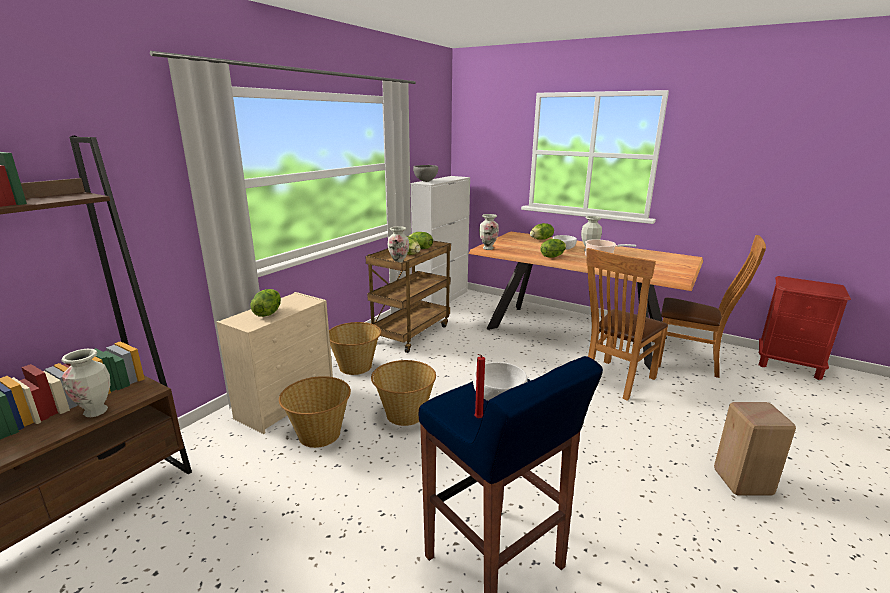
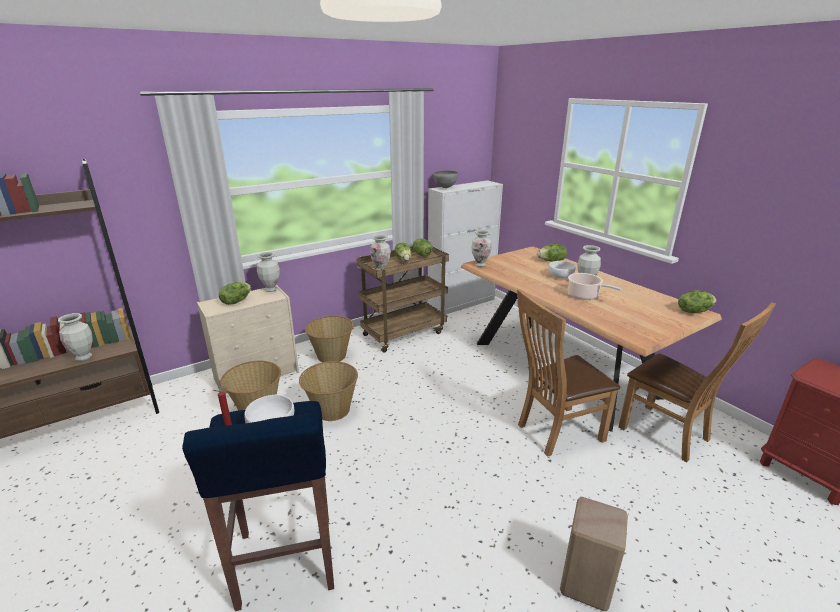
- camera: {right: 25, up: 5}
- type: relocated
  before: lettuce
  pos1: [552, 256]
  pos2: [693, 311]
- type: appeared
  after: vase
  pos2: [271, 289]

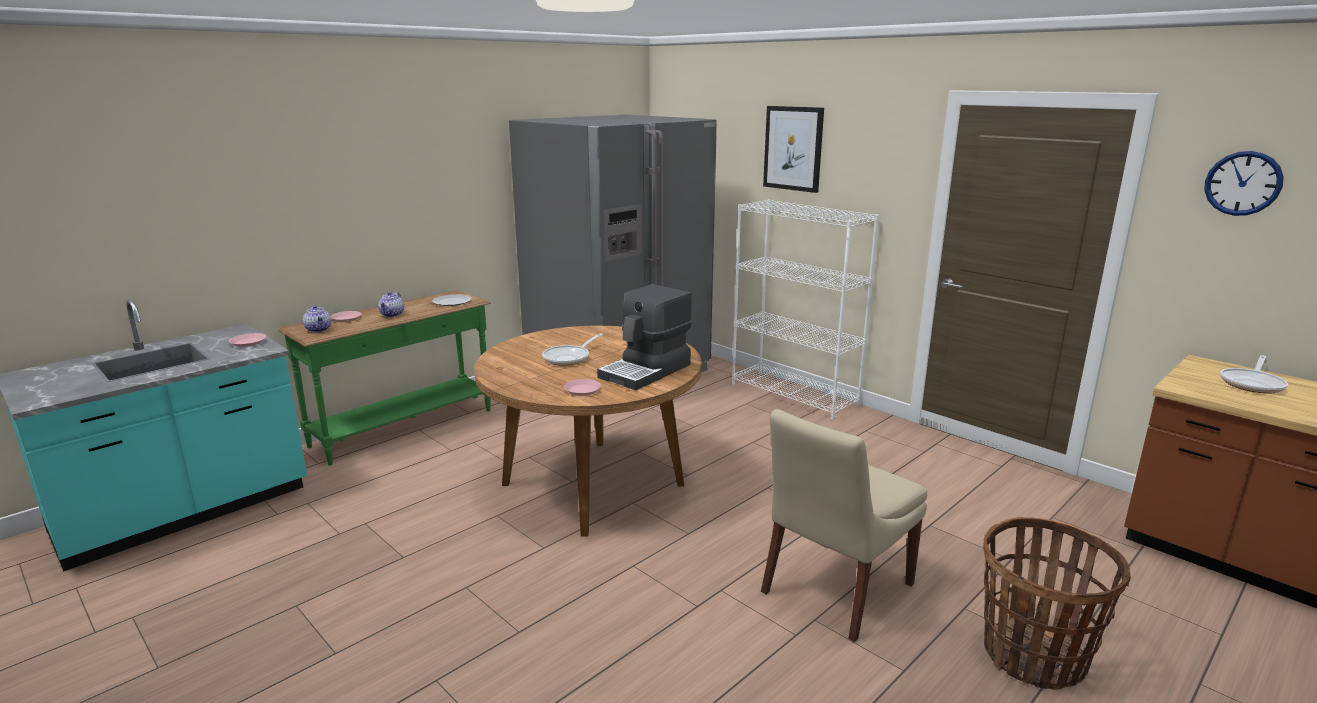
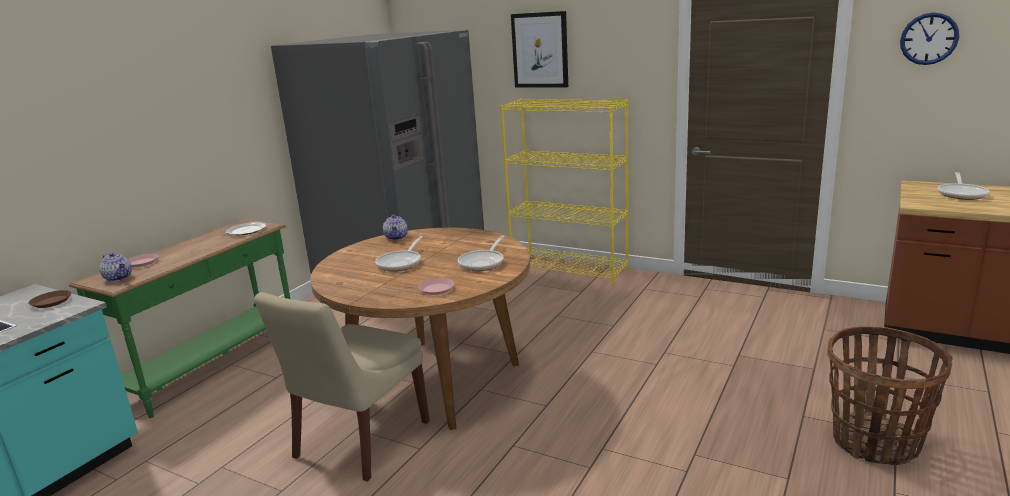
- camera: {right: -15, up: 0}
- type: colour
  before: white bookcase
  after: yellow bookcase
  pos1: [794, 395]
  pos2: [569, 269]
- type: exchanged
  before: coffee machine
  after: frying pan
  pos1: [647, 371]
  pos2: [483, 263]
- type: relocated
  before: teapot
  pos1: [392, 314]
  pos2: [396, 237]
- type: colour
  before: pink plate
  after: brown plate
  pos1: [248, 342]
  pos2: [51, 302]
- type: relocated
  before: beige chair
  pos1: [834, 591]
  pos2: [359, 442]

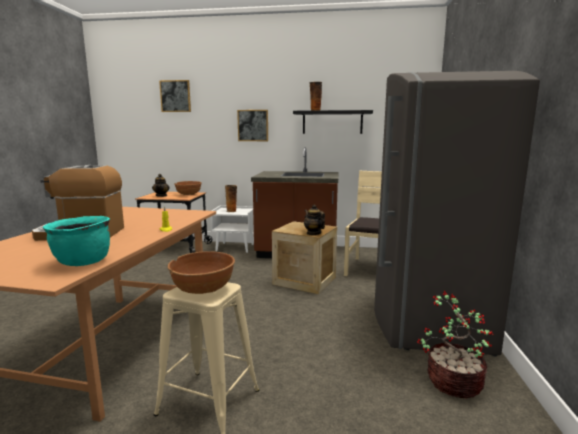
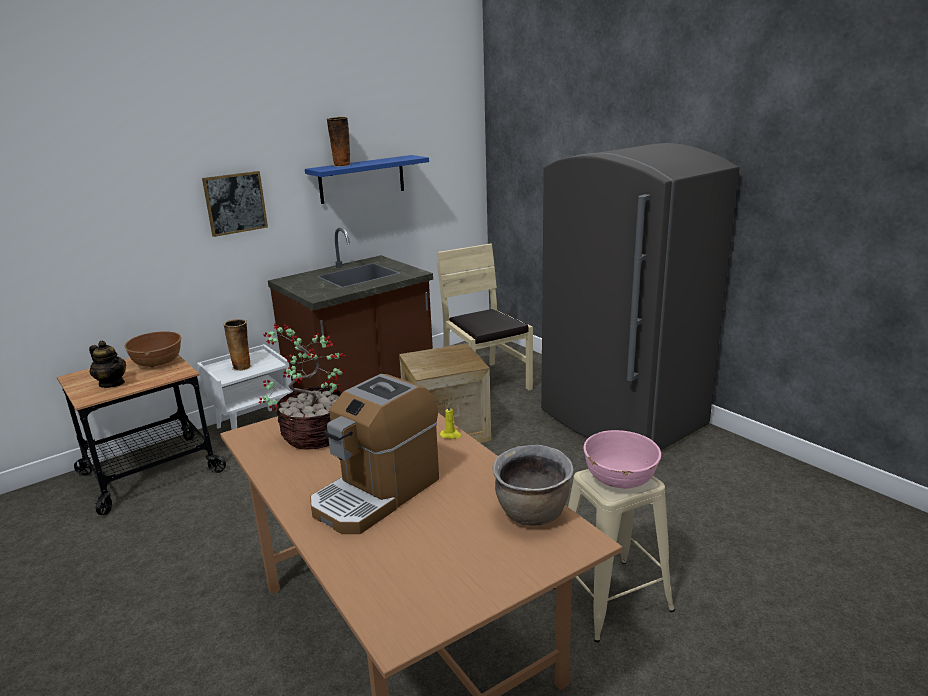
- camera: {right: -45, up: 10}
- type: missing
  before: picture
  pos1: [175, 96]
- type: colour
  before: black shelf
  after: blue shelf
  pos1: [332, 122]
  pos2: [362, 179]
- type: missing
  before: teapot
  pos1: [313, 233]
- type: colour
  before: turquoise cooking pot
  after: brown cooking pot
  pos1: [82, 262]
  pos2: [532, 514]
- type: colour
  before: brown bowl
  after: pink bowl
  pos1: [203, 289]
  pos2: [620, 479]
- type: relocated
  before: potted plant
  pos1: [452, 382]
  pos2: [313, 435]

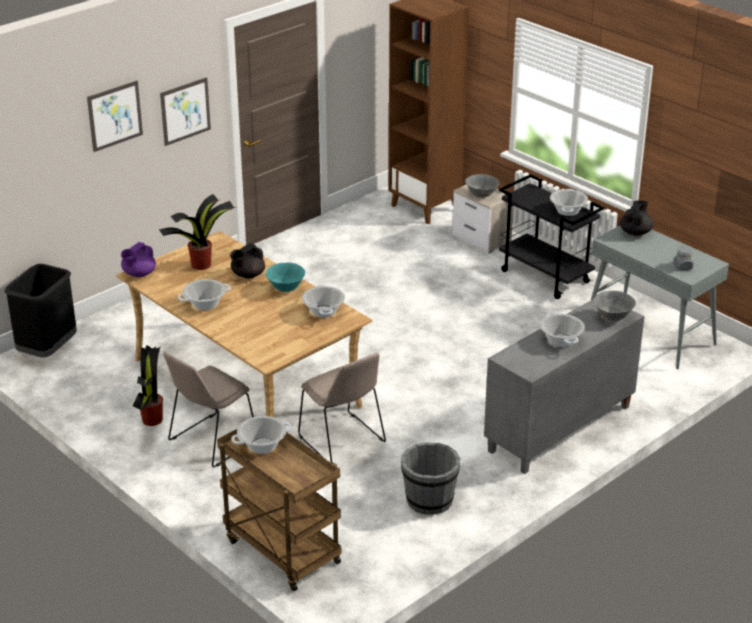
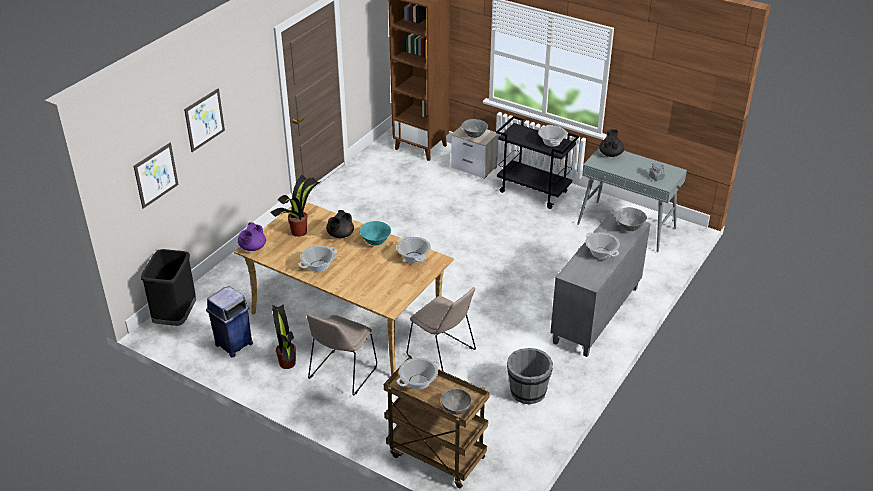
- camera: {right: -15, up: 5}
- type: relocated
  before: picture
  pos1: [185, 111]
  pos2: [156, 175]
- type: appeared
  after: blue trash can
  pos2: [233, 344]
- type: appeared
  after: grey bowl
  pos2: [456, 408]

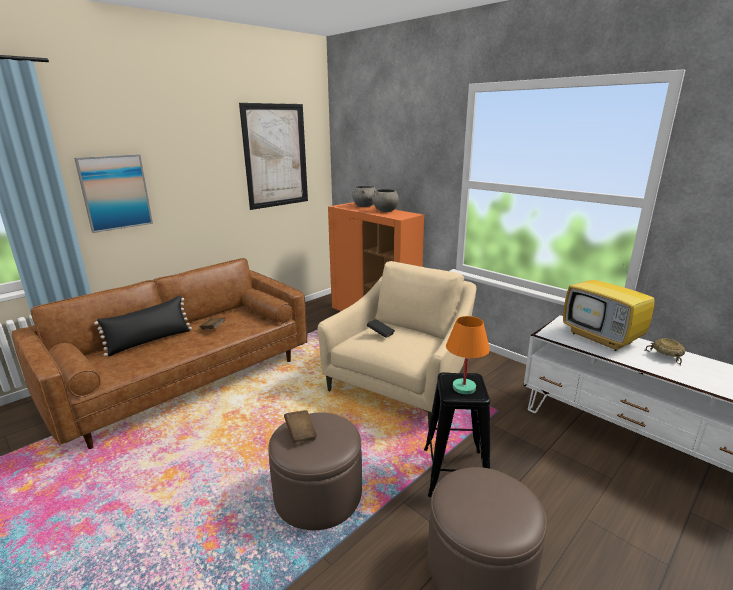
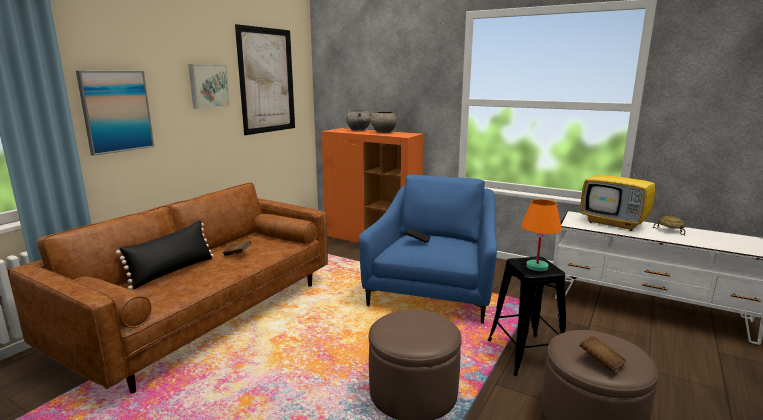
- camera: {right: -15, up: -5}
- type: colour
  before: beige armchair
  after: blue armchair
  pos1: [402, 383]
  pos2: [434, 291]
- type: relocated
  before: brown book
  pos1: [301, 434]
  pos2: [601, 363]
- type: appeared
  after: picture
  pos2: [208, 86]

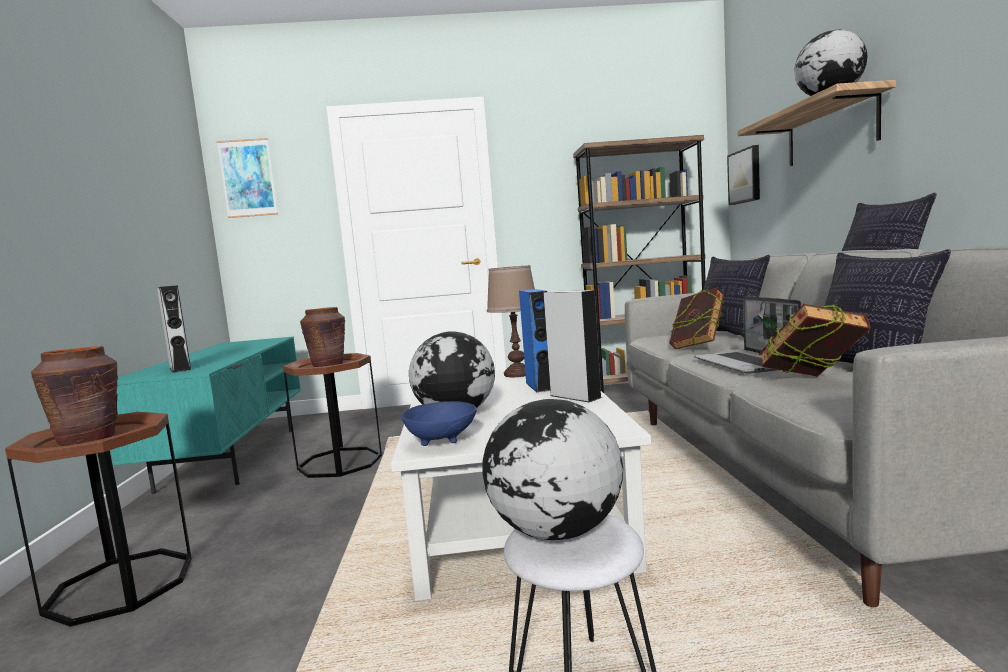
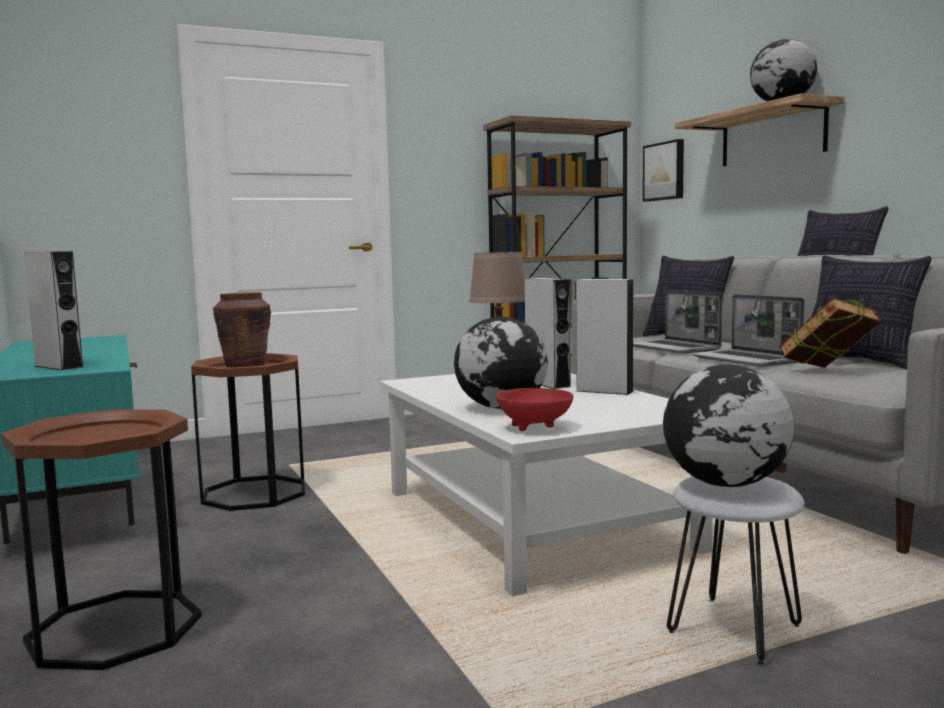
- camera: {right: -20, up: 0}
- type: missing
  before: picture
  pos1: [248, 178]
- type: exchanged
  before: book
  after: laptop
  pos1: [697, 347]
  pos2: [674, 348]
- type: colour
  before: blue speaker
  after: grey speaker
  pos1: [539, 386]
  pos2: [547, 384]
- type: missing
  before: brown vase
  pos1: [88, 439]
- type: colour
  before: blue bowl
  after: red bowl
  pos1: [440, 442]
  pos2: [534, 428]

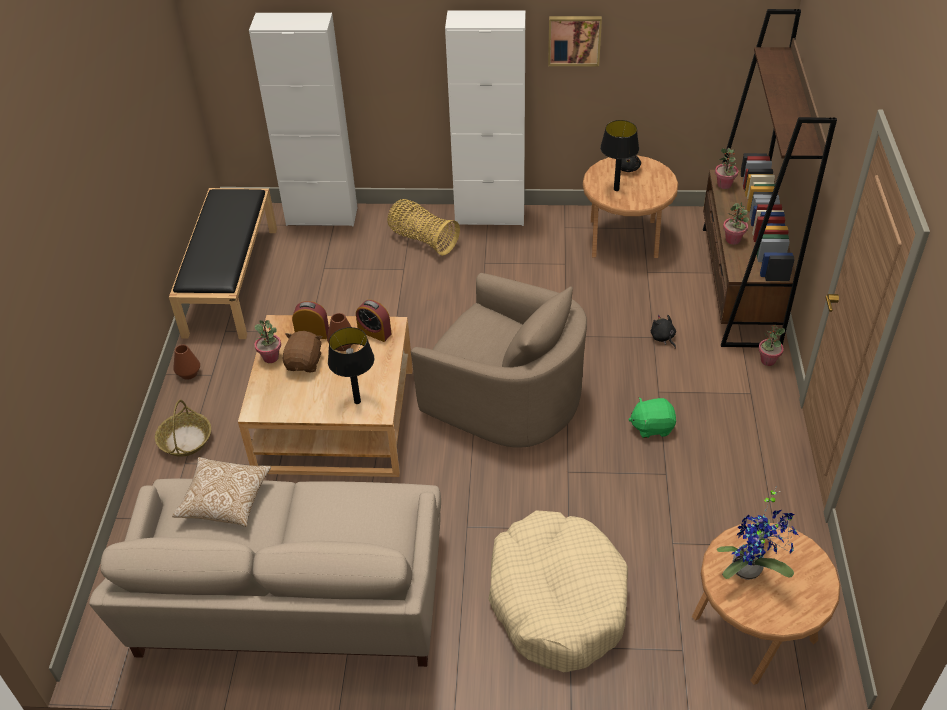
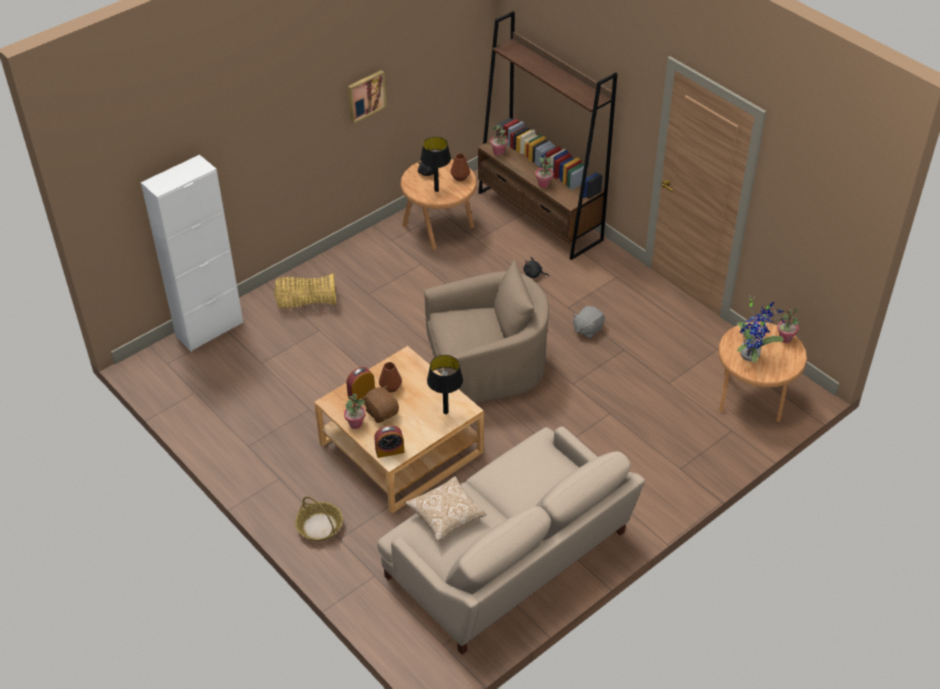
- camera: {right: -45, up: 0}
- type: missing
  before: white cabinet
  pos1: [490, 216]
- type: missing
  before: black bench
  pos1: [231, 280]
- type: relocated
  before: alarm clock
  pos1: [374, 332]
  pos2: [389, 451]
- type: relocated
  before: potted plant
  pos1: [767, 360]
  pos2: [785, 338]
- type: relocated
  before: brown vase
  pos1: [188, 373]
  pos2: [460, 177]
- type: colour
  before: green plush toy
  after: grey plush toy
  pos1: [652, 426]
  pos2: [587, 329]
- type: missing
  before: beige dog bed
  pos1: [557, 600]

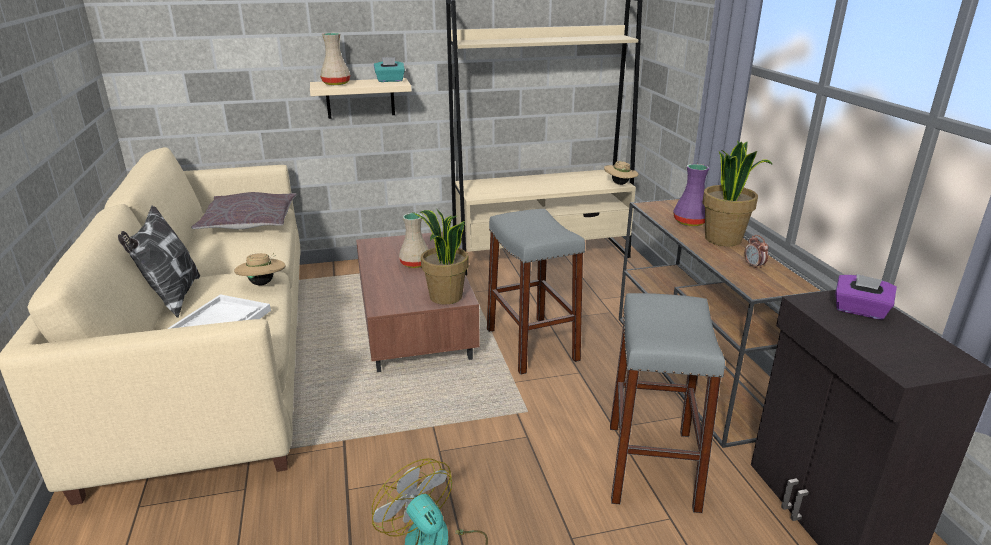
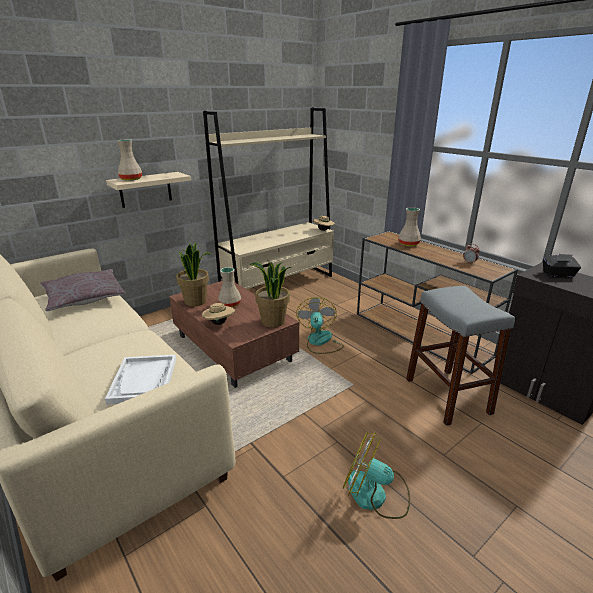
- camera: {right: -25, up: 0}
- type: missing
  before: turquoise tissue box
  pos1: [390, 80]
- type: relocated
  before: potted plant
  pos1: [724, 239]
  pos2: [196, 301]
- type: colour
  before: purple vase
  after: beige vase
  pos1: [689, 222]
  pos2: [408, 244]
- type: missing
  before: pillow
  pos1: [172, 299]
- type: exchanged
  before: grey stool
  after: fan
  pos1: [531, 344]
  pos2: [320, 342]
- type: relocated
  before: beige hat
  pos1: [263, 283]
  pos2: [219, 323]
- type: colour
  before: purple tissue box
  after: black tissue box
  pos1: [860, 310]
  pos2: [558, 274]

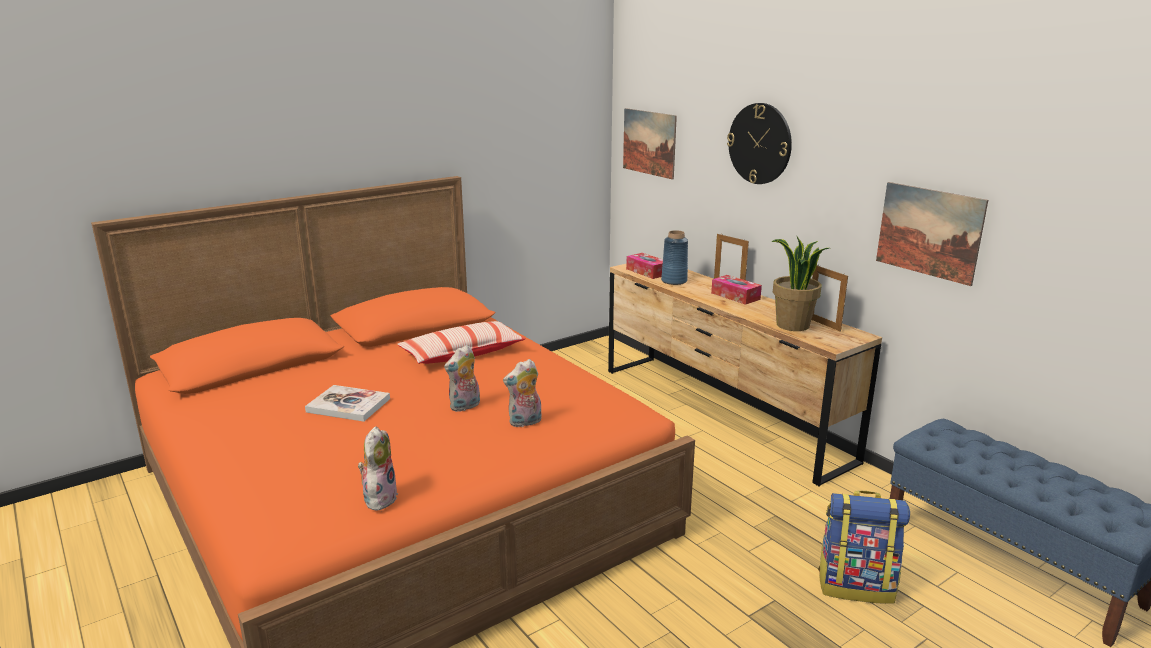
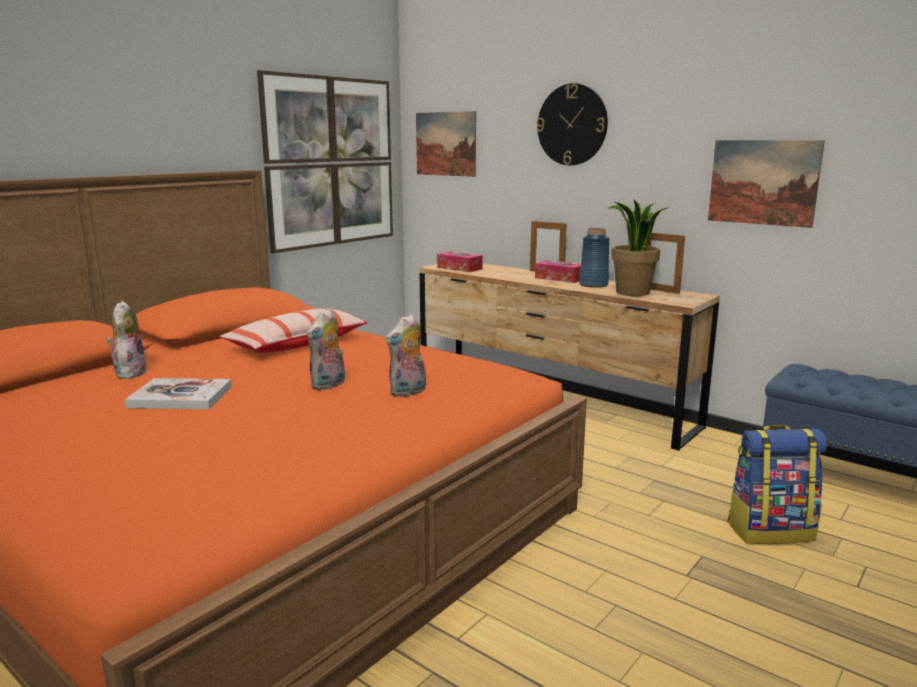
- camera: {right: -15, up: -5}
- type: relocated
  before: blue vase
  pos1: [674, 281]
  pos2: [593, 284]
- type: relocated
  before: plush toy
  pos1: [379, 498]
  pos2: [129, 372]
- type: appeared
  after: picture
  pos2: [330, 162]

